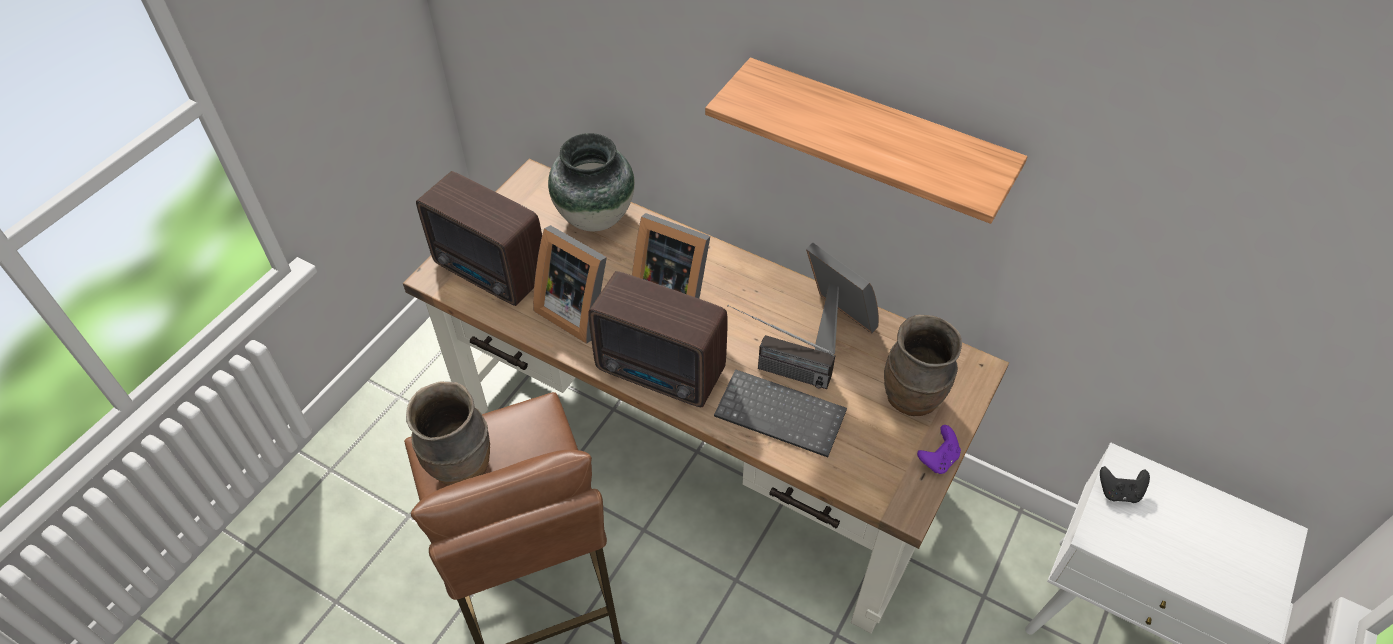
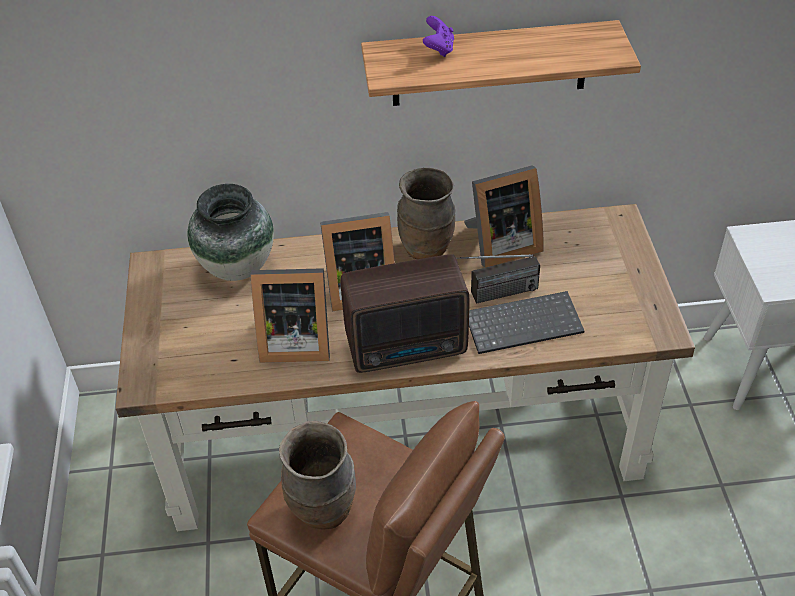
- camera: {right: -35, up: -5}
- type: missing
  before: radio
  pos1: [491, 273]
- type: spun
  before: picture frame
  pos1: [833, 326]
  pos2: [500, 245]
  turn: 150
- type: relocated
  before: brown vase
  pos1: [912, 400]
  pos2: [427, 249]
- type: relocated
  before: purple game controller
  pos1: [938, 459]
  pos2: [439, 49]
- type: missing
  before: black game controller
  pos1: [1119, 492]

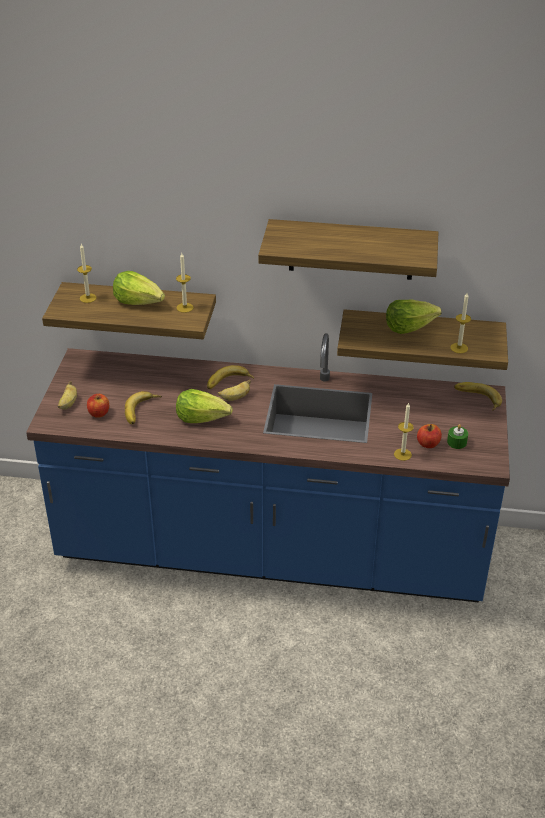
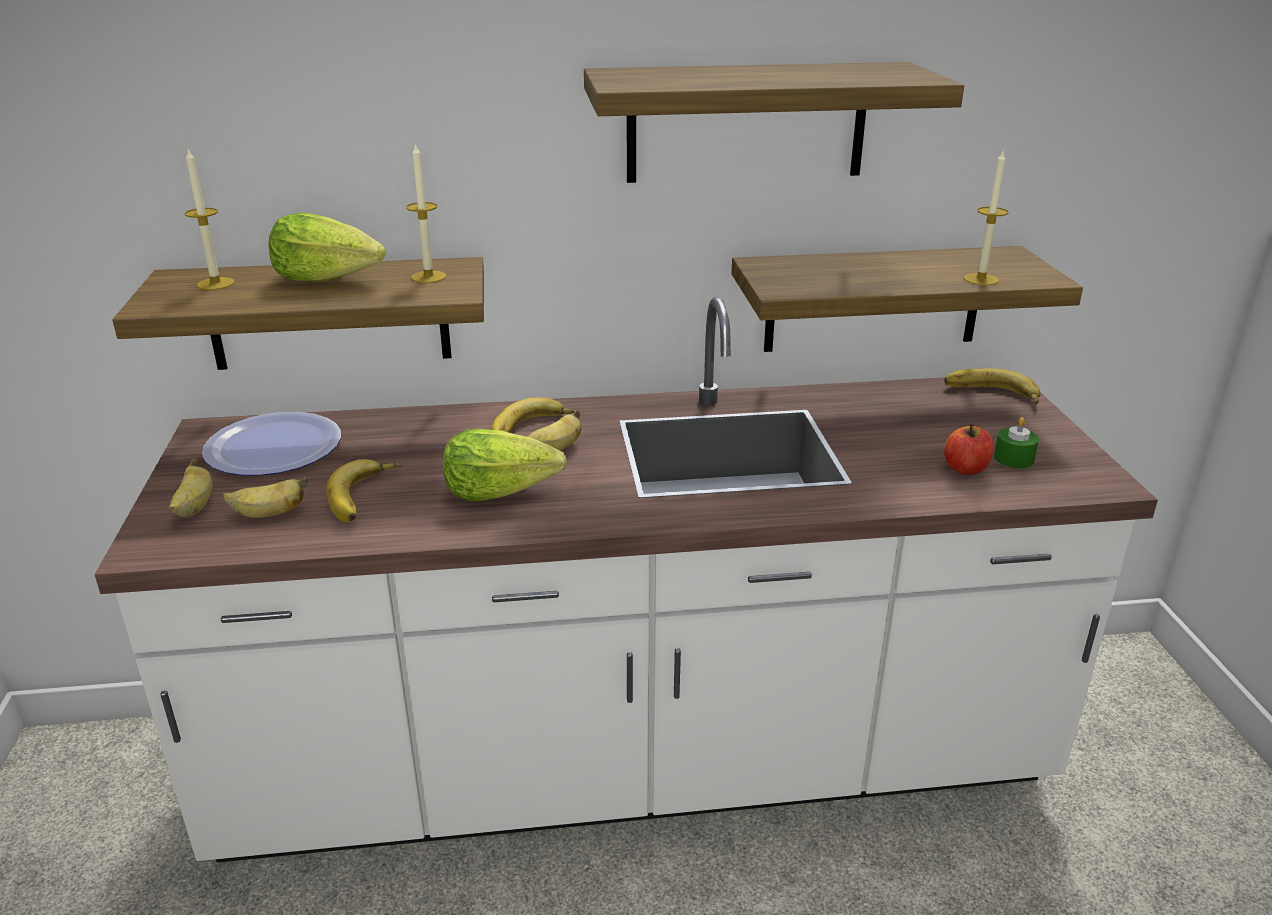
- camera: {right: -15, up: -10}
- type: missing
  before: lettuce
  pos1: [409, 327]
- type: colour
  before: blue counter
  after: white counter
  pos1: [271, 552]
  pos2: [636, 764]
- type: exchanged
  before: apple
  after: banana
  pos1: [99, 413]
  pos2: [268, 514]
- type: missing
  before: candle
  pos1: [402, 454]
- type: appeared
  after: plate
  pos2: [273, 447]

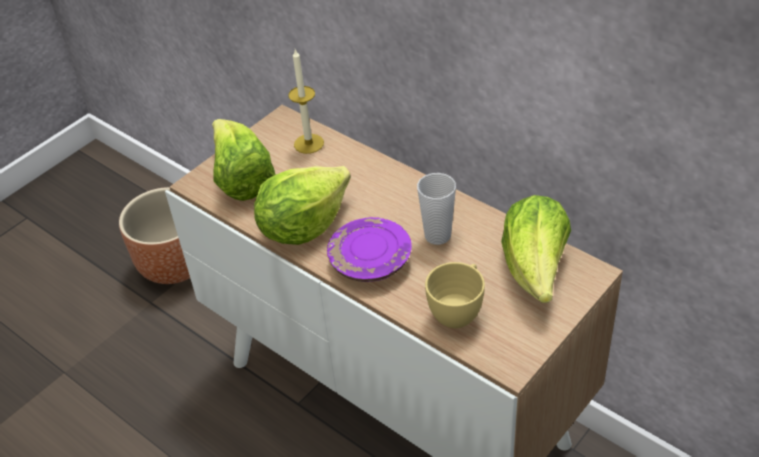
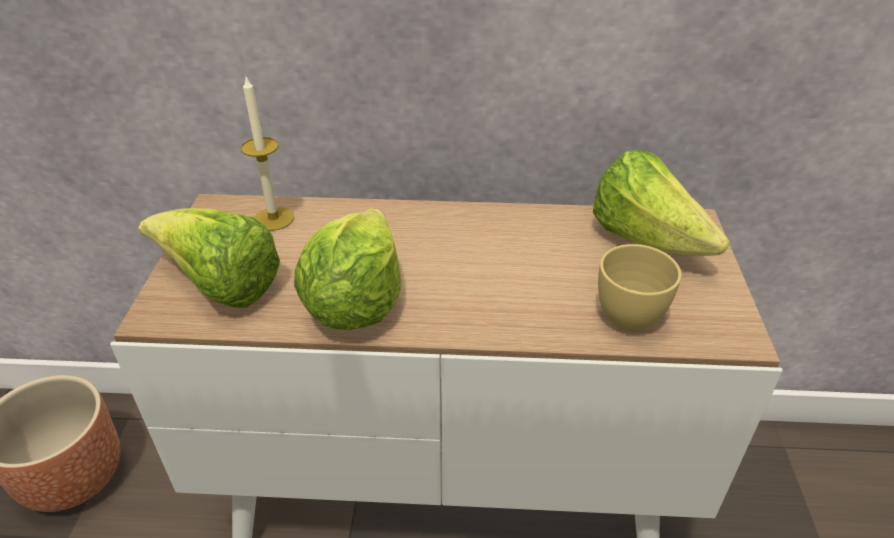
- camera: {right: -40, up: -5}
- type: missing
  before: cup
  pos1: [437, 235]
- type: missing
  before: purple plate
  pos1: [370, 261]

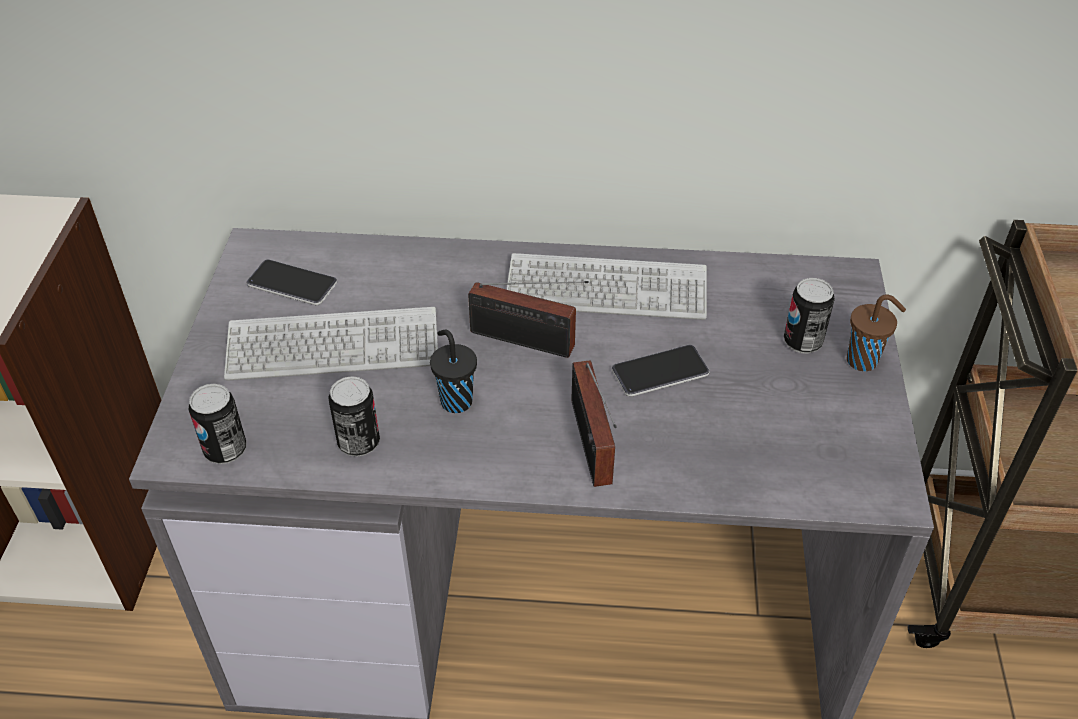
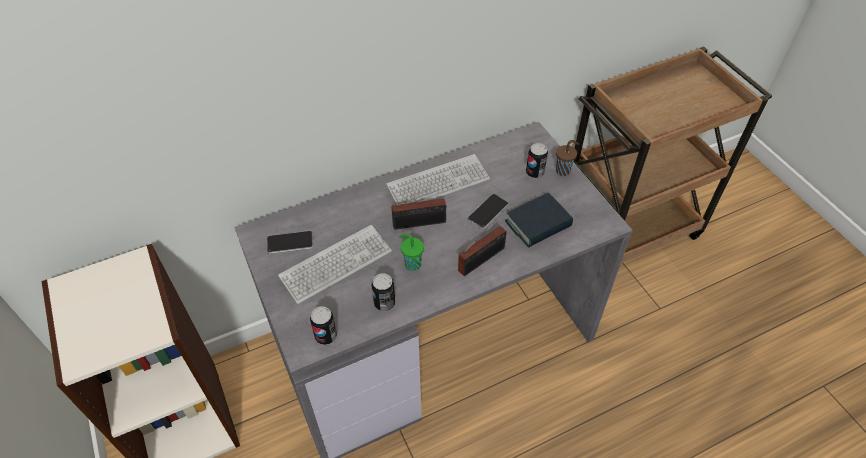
- camera: {right: -30, up: 5}
- type: colour
  before: black cup
  after: green cup
  pos1: [455, 400]
  pos2: [412, 264]
- type: spun
  before: radio
  pos1: [591, 447]
  pos2: [484, 258]
  turn: -90
- type: appeared
  after: book
  pos2: [538, 224]

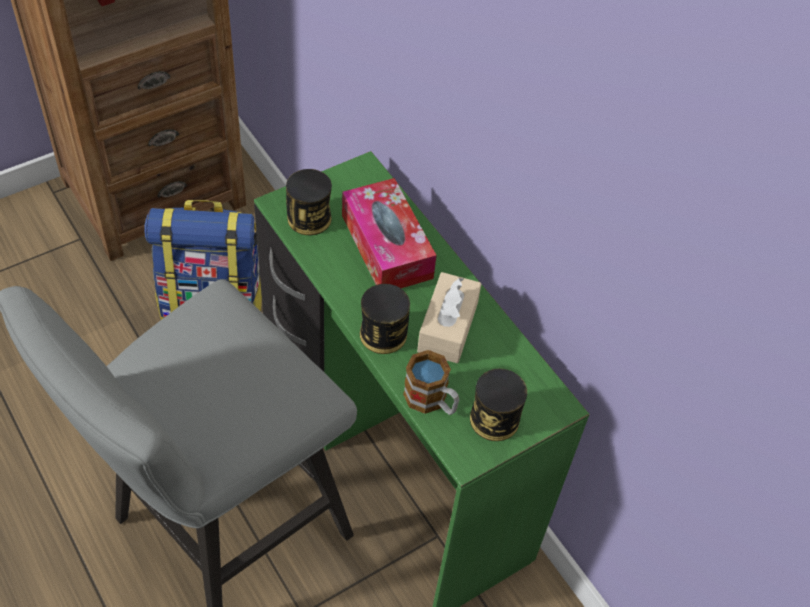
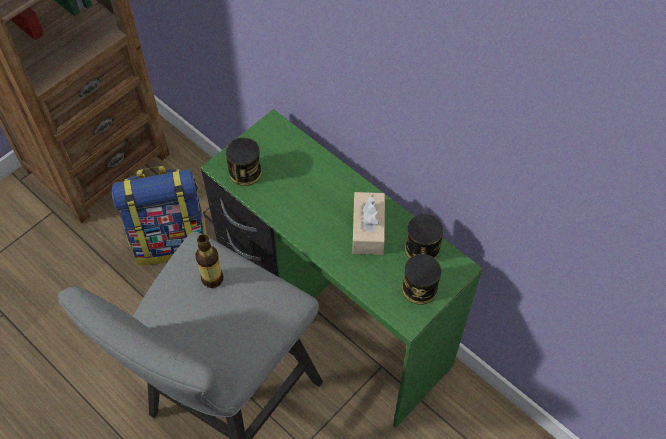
- camera: {right: -10, up: 5}
- type: missing
  before: tissue box
  pos1: [386, 246]
- type: relocated
  before: can
  pos1: [383, 334]
  pos2: [422, 248]
- type: missing
  before: mug
  pos1: [431, 401]
- type: appeared
  after: bottle
  pos2: [212, 279]

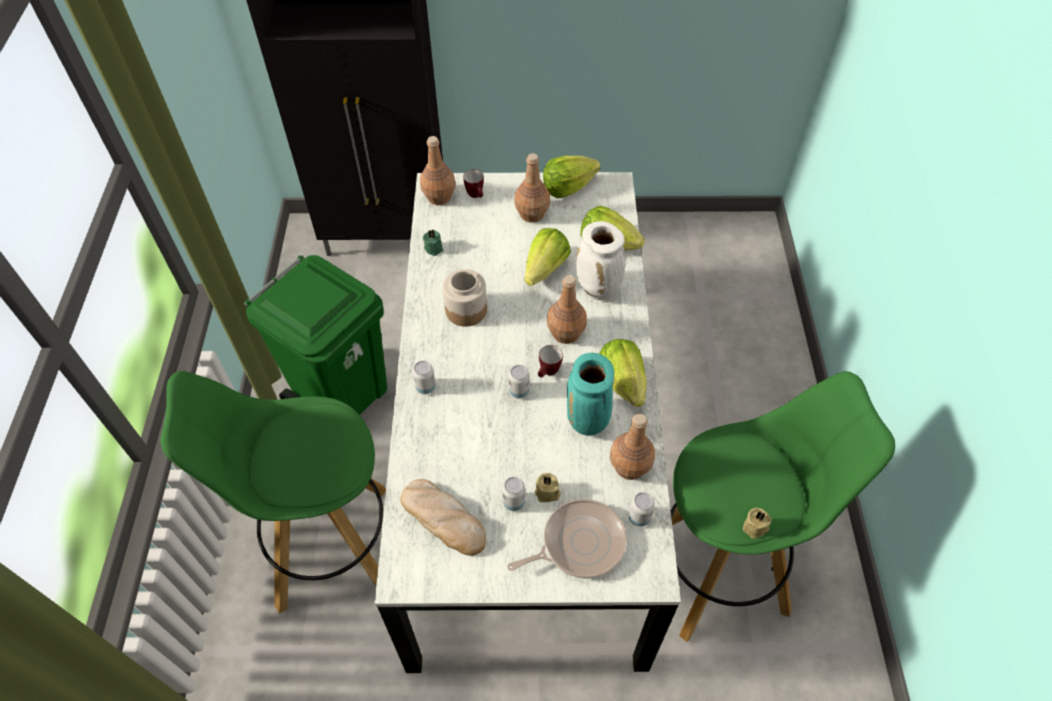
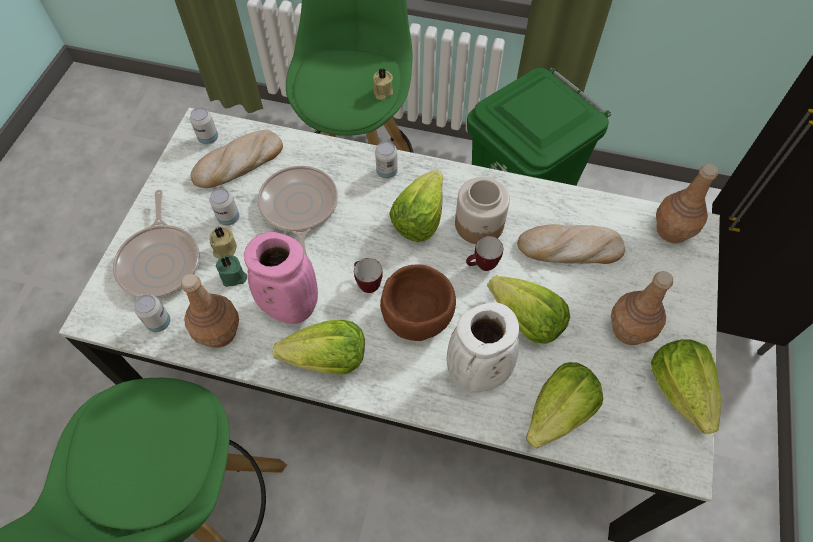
- camera: {right: 105, up: 5}
- type: relocated
  before: mug
  pos1: [476, 196]
  pos2: [482, 266]
- type: relocated
  before: green candle
  pos1: [434, 248]
  pos2: [233, 277]
- type: exchanged
  before: brown bottle
  after: brown bowl
  pos1: [565, 333]
  pos2: [418, 317]
- type: colour
  before: turquoise vase
  after: pink vase
  pos1: [588, 422]
  pos2: [289, 307]
- type: relocated
  before: can
  pos1: [519, 391]
  pos2: [208, 138]
- type: relocated
  before: beige candle
  pos1: [755, 527]
  pos2: [382, 92]
- type: appeared
  after: frying pan
  pos2: [299, 208]
- type: appeared
  after: lettuce
  pos2: [419, 219]
- type: appeared
  after: bread
  pos2: [569, 248]

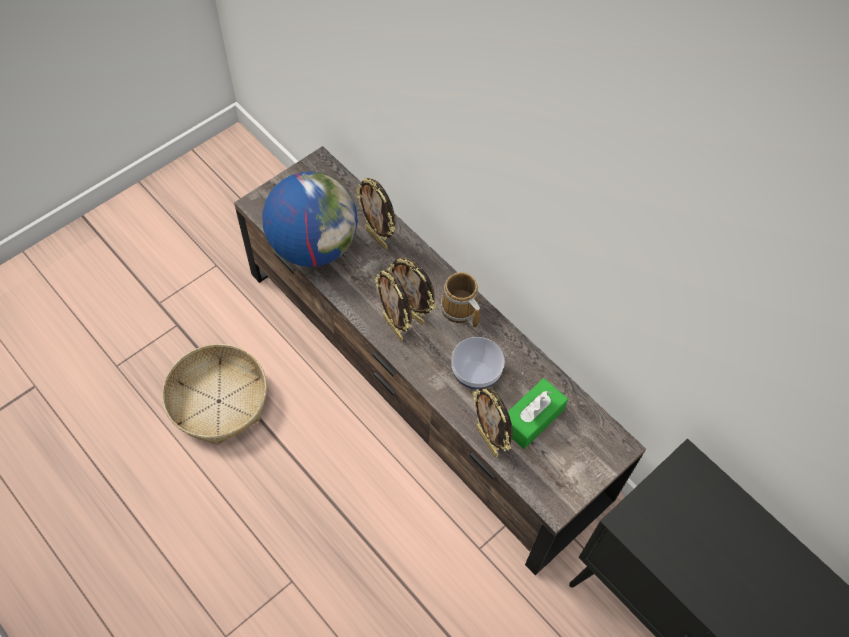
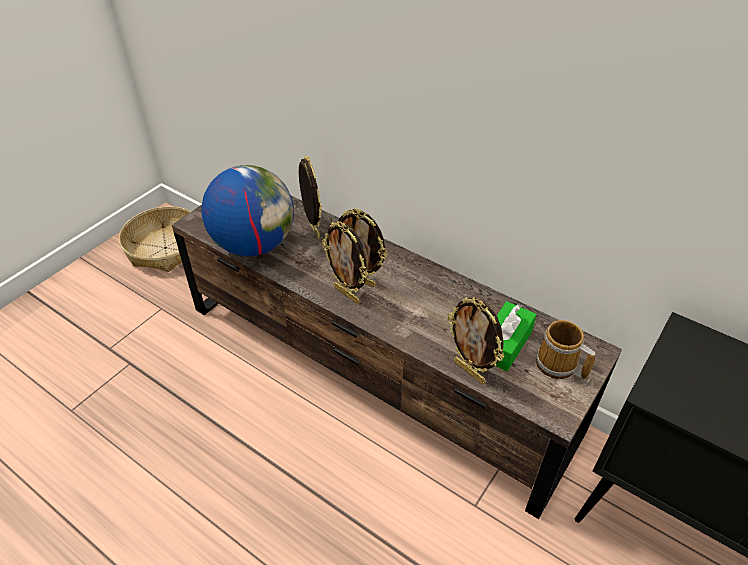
- camera: {right: -10, up: -15}
- type: spun
  before: picture frame
  pos1: [377, 238]
  pos2: [312, 229]
  turn: -150
- type: relocated
  before: mug
  pos1: [459, 310]
  pos2: [558, 366]
- type: missing
  before: bowl
  pos1: [475, 374]
- type: relocated
  before: basket
  pos1: [218, 401]
  pos2: [165, 248]

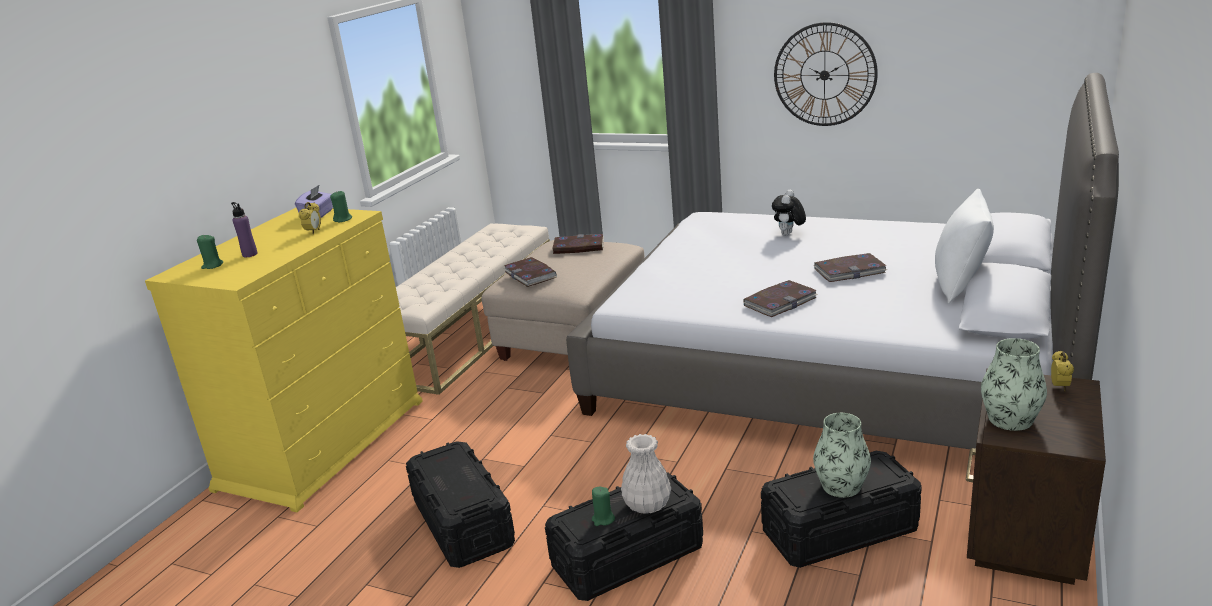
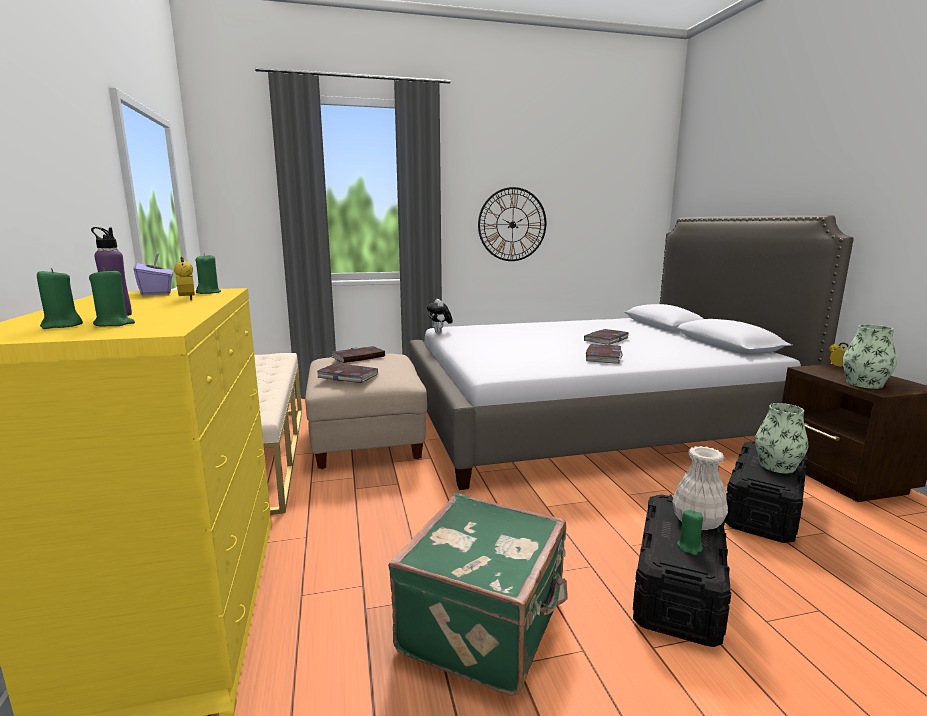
- camera: {right: -40, up: -10}
- type: missing
  before: white pillow
  pos1: [960, 285]
- type: relocated
  before: plush toy
  pos1: [788, 234]
  pos2: [440, 333]
- type: exchanged
  before: black storage box
  after: green suitcase
  pos1: [463, 523]
  pos2: [485, 625]
- type: appeared
  after: green candle
  pos2: [114, 324]

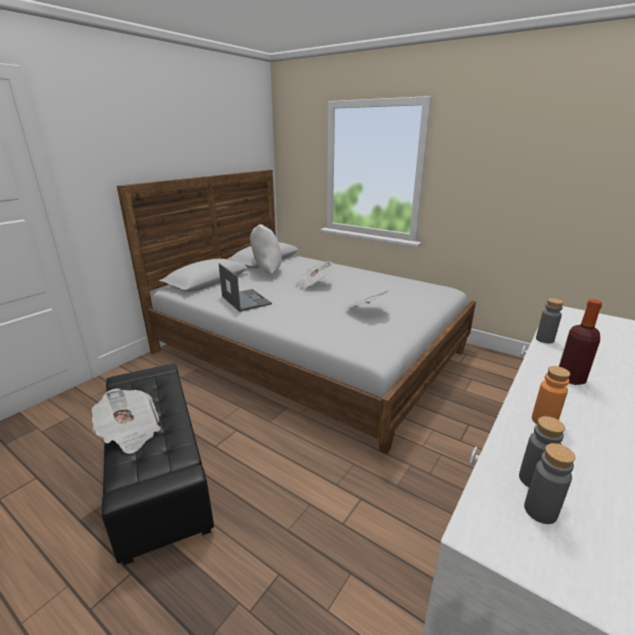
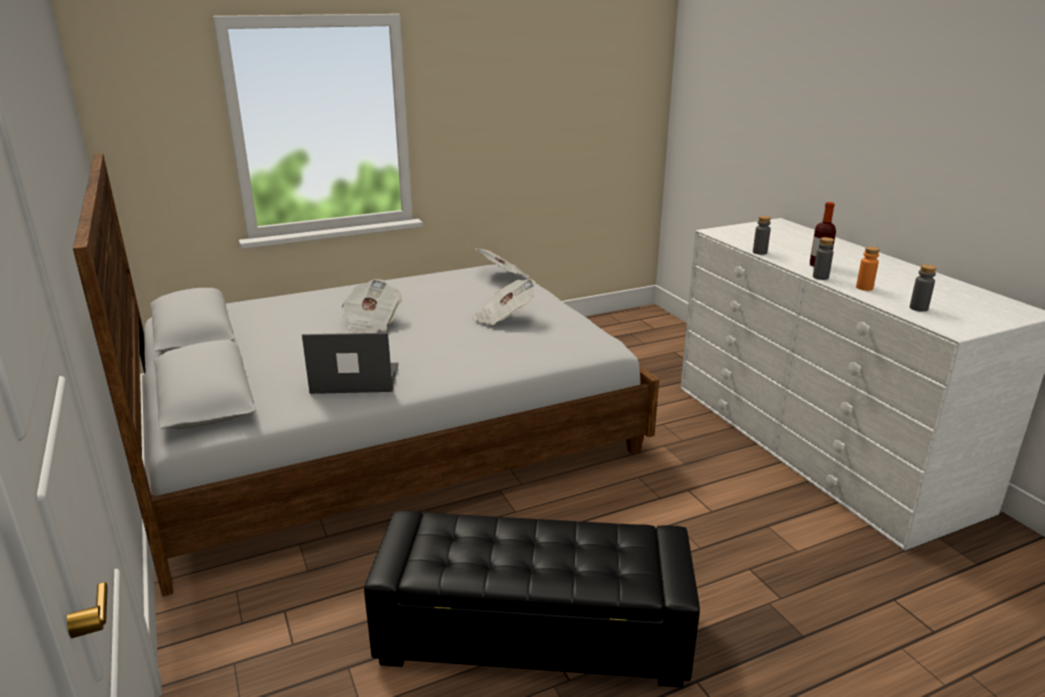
- camera: {right: -60, up: 0}
- type: missing
  before: white pillow
  pos1: [266, 272]
- type: relocated
  before: newspaper
  pos1: [130, 432]
  pos2: [503, 276]
- type: relocated
  before: grey bottle
  pos1: [540, 511]
  pos2: [820, 277]

